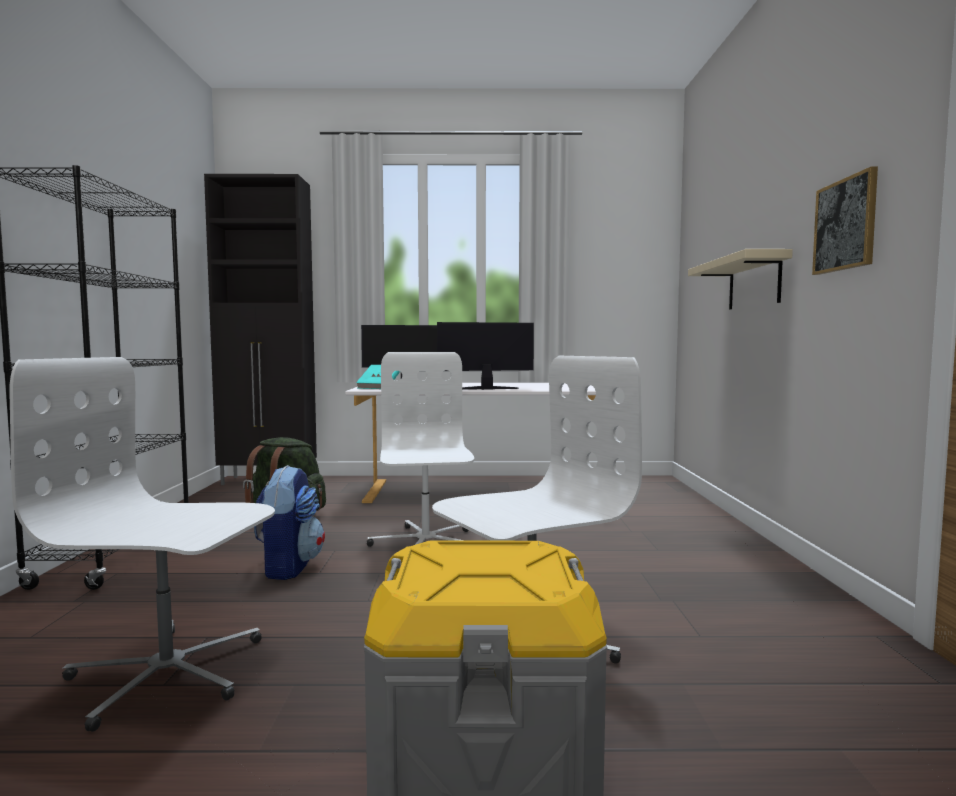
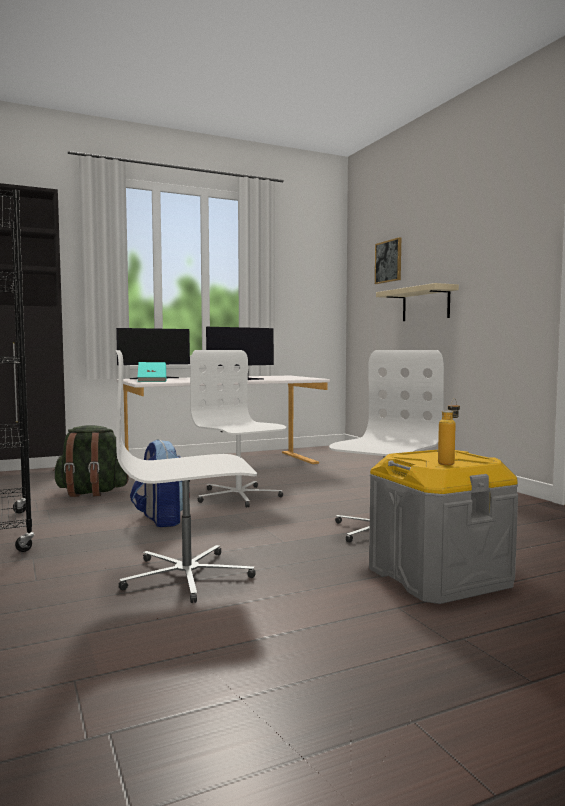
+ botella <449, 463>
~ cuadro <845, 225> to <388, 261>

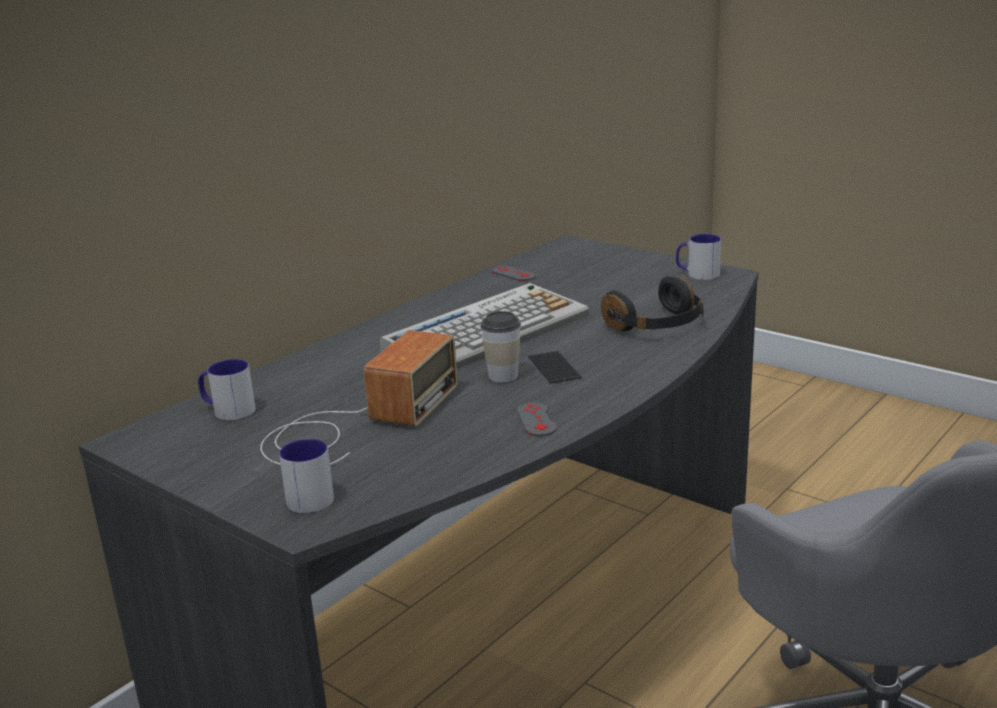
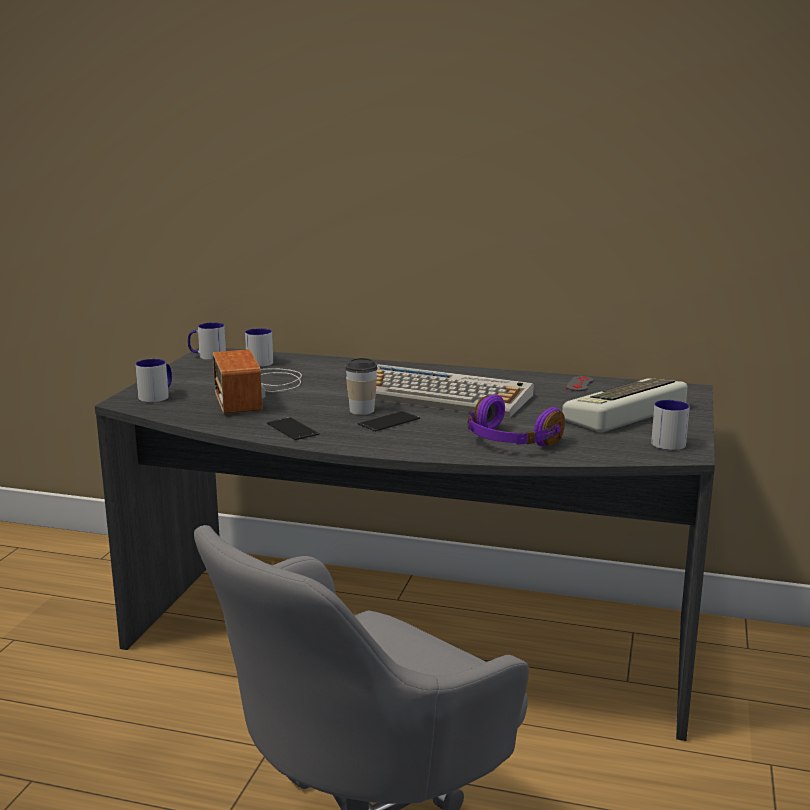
+ taza grande <207, 356>
+ teclado <626, 415>
~ mando de consola (gris) <536, 420> to móvil <292, 429>
~ auriculares (negro) <657, 326> to auriculares (morado) <510, 441>
~ radio <356, 423> = <259, 389> 75 degrees clockwise

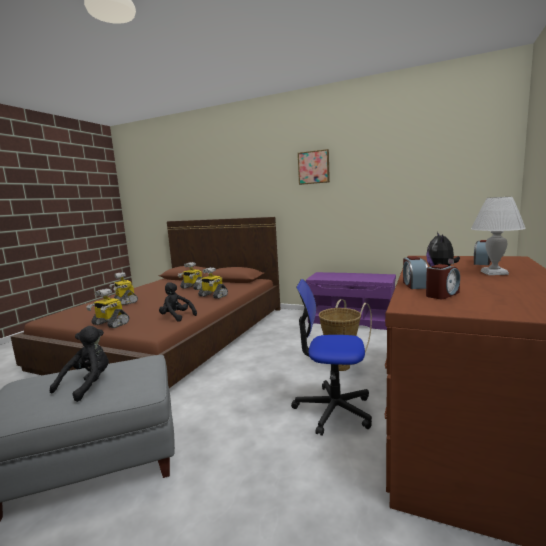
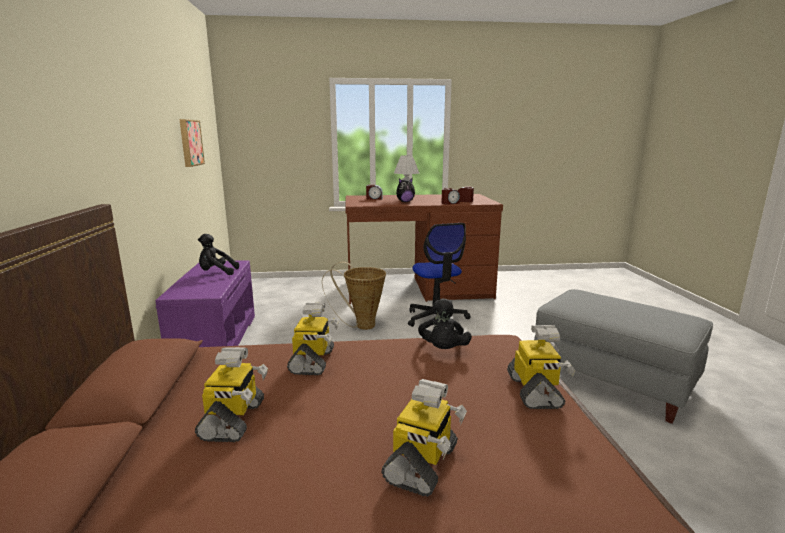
~ peluche (negro) <88, 384> to <216, 273>
~ cuadro <314, 167> to <190, 143>

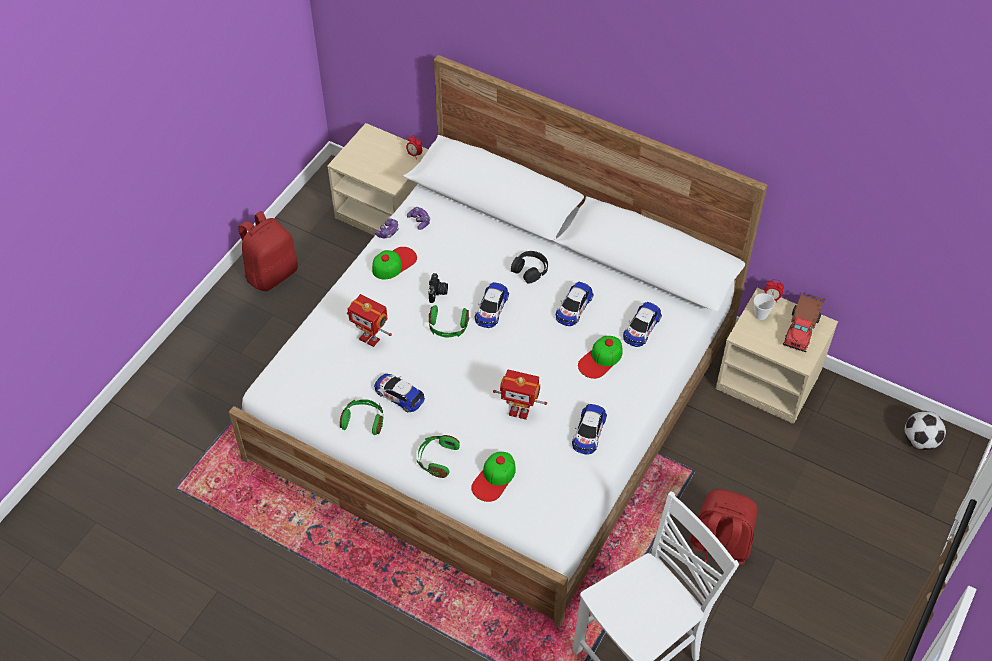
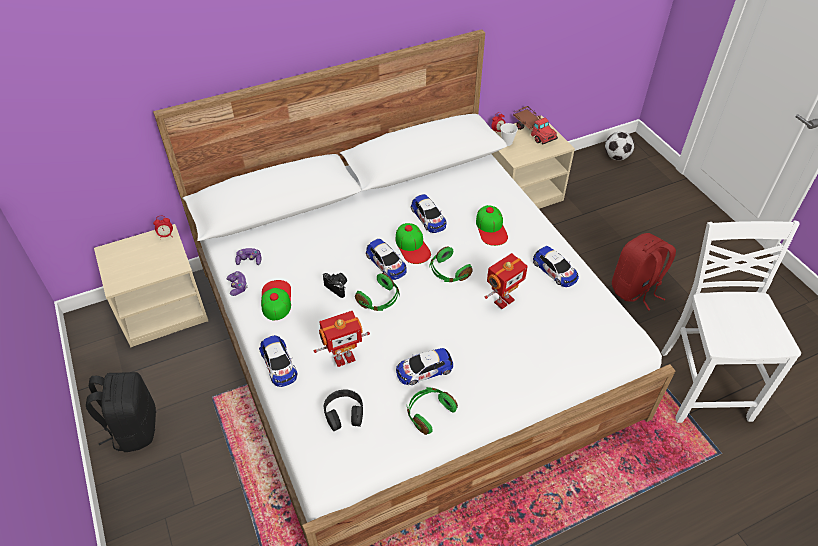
~ auriculares (verde) <437, 459> to <448, 272>
~ gorra <494, 478> to <412, 246>
~ auriculares (negro) <530, 270> to <344, 413>
~ coche de juguete <641, 328> to <279, 364>
~ mochila (rojo) <271, 273> to mochila (negro) <134, 428>

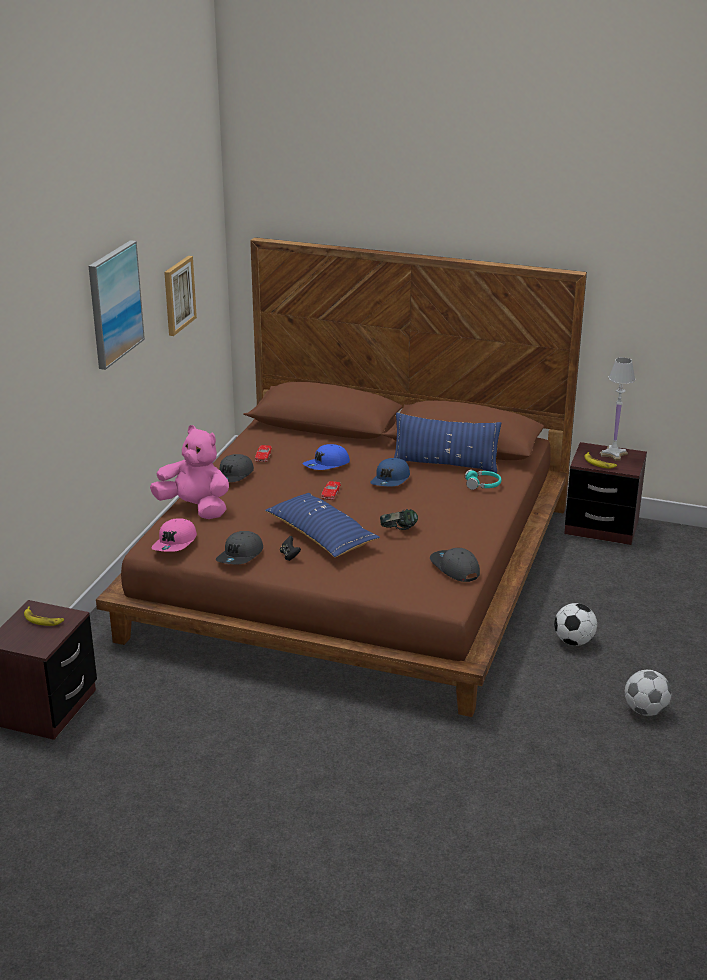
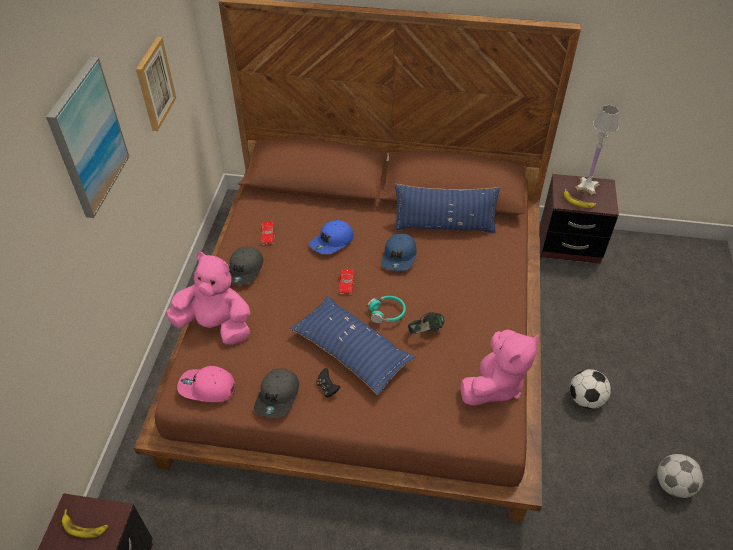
~ auriculares (turquesa) <483, 485> to <387, 313>
~ gorra (gris) <454, 569> to peluche (rosa) <494, 384>
~ gorra (rosa) <175, 543> = <207, 388> 90 degrees clockwise

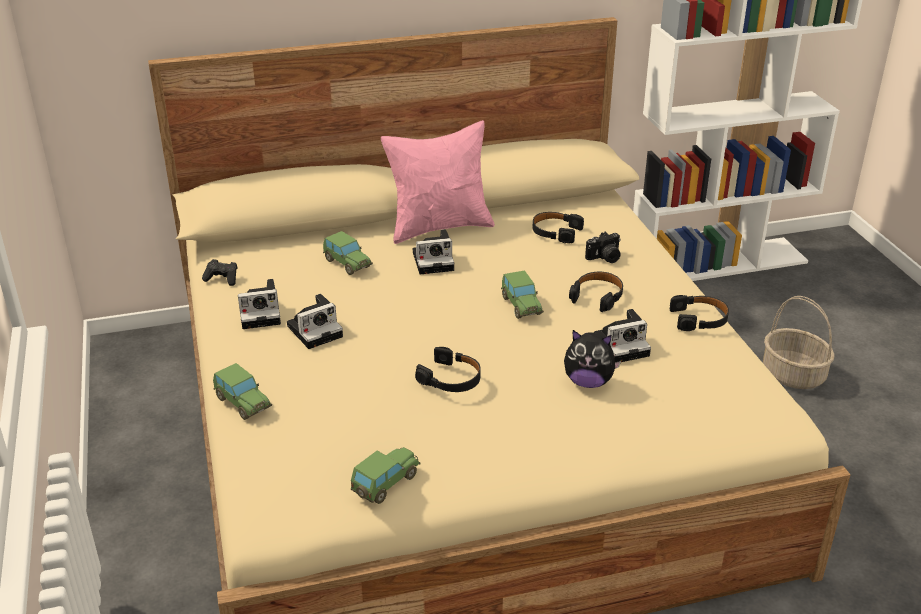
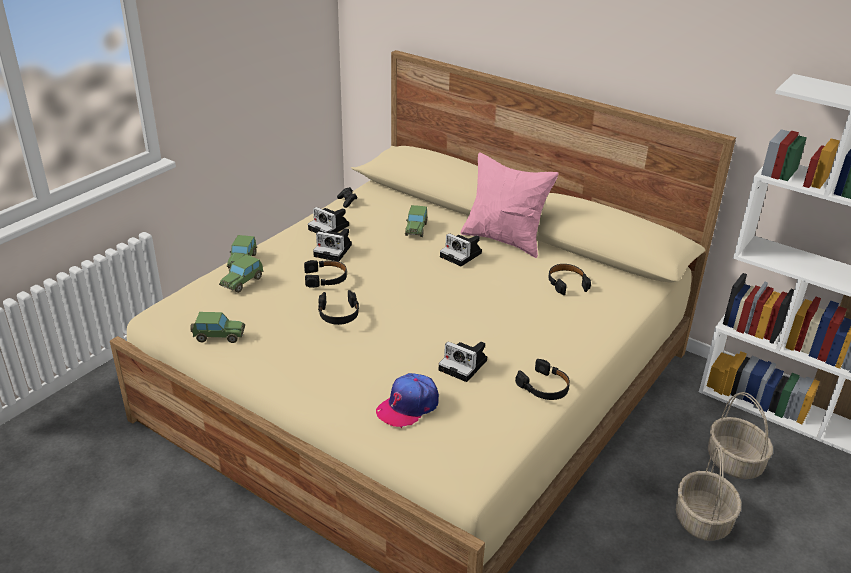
- peluche <588, 382>
- cámara <605, 258>
+ gorra <408, 406>
+ cesta <735, 462>
~ coche de juguete <521, 305> to <242, 282>
~ auriculares (negro) <597, 296> to <326, 278>

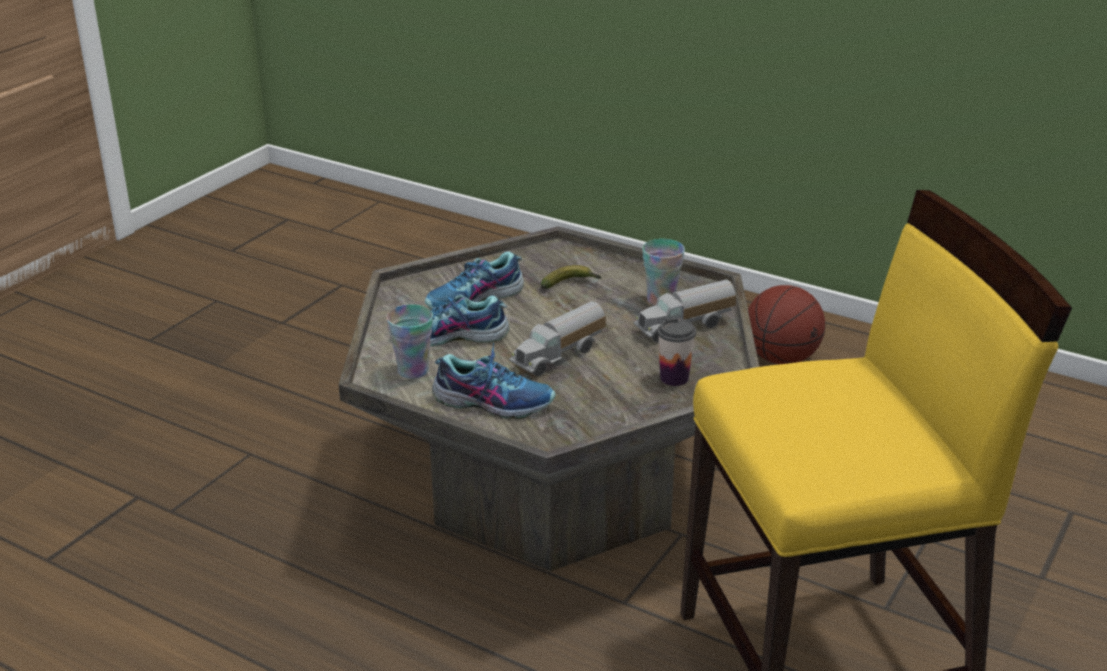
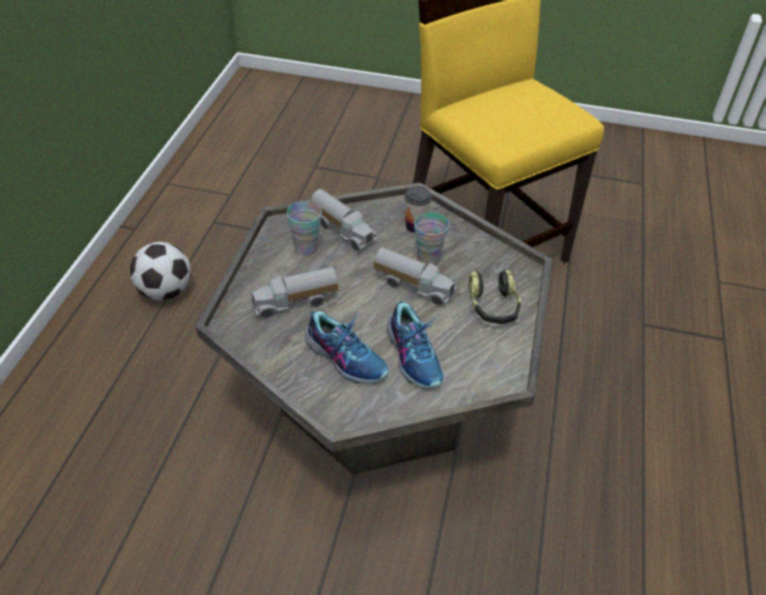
~ taza <413, 371> to <428, 259>
~ zapato <493, 402> to auriculares <493, 307>
~ plátano <571, 284> to camión de juguete <295, 303>
~ balón de baloncesto <781, 359> to balón de fútbol <165, 291>

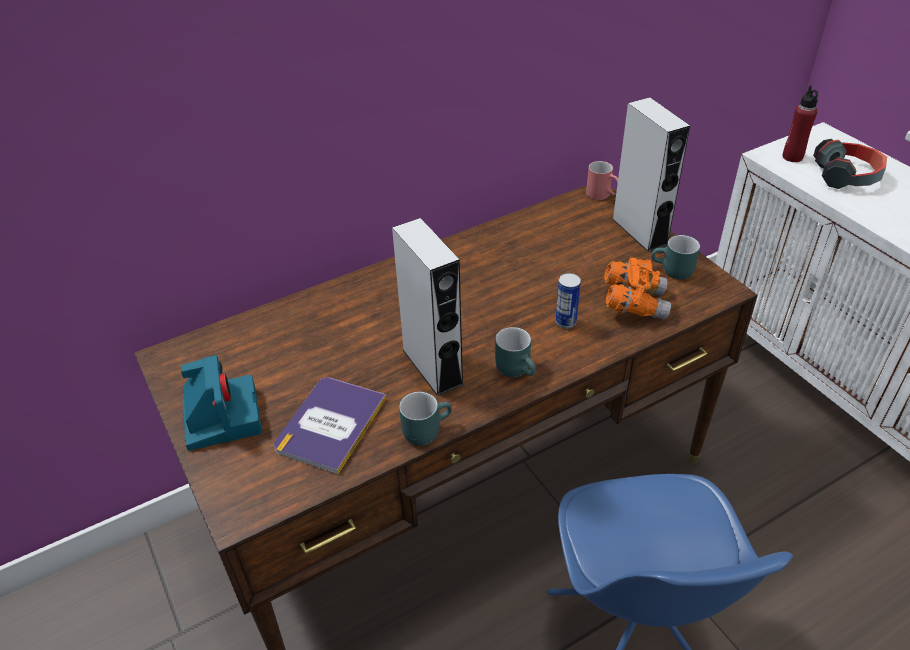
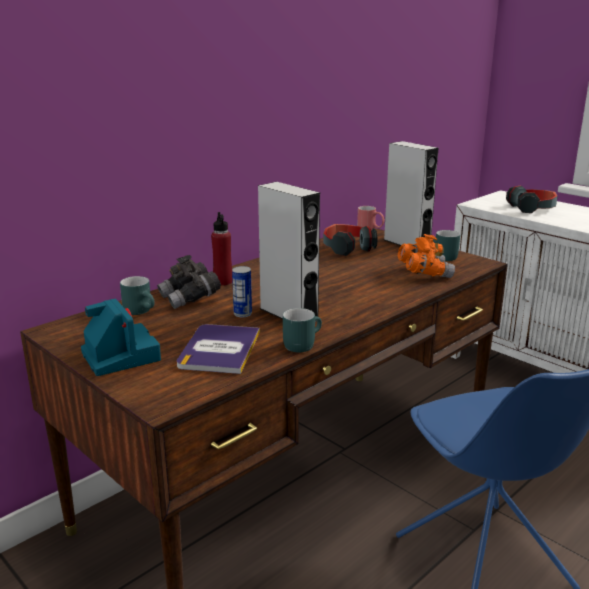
+ prismáticos (gris) <190, 299>
+ auriculares <347, 248>
~ taza grande (turquesa) <517, 369> to <142, 311>
~ lata <565, 322> to <242, 314>
~ botella (rojo) <792, 157> to <223, 282>

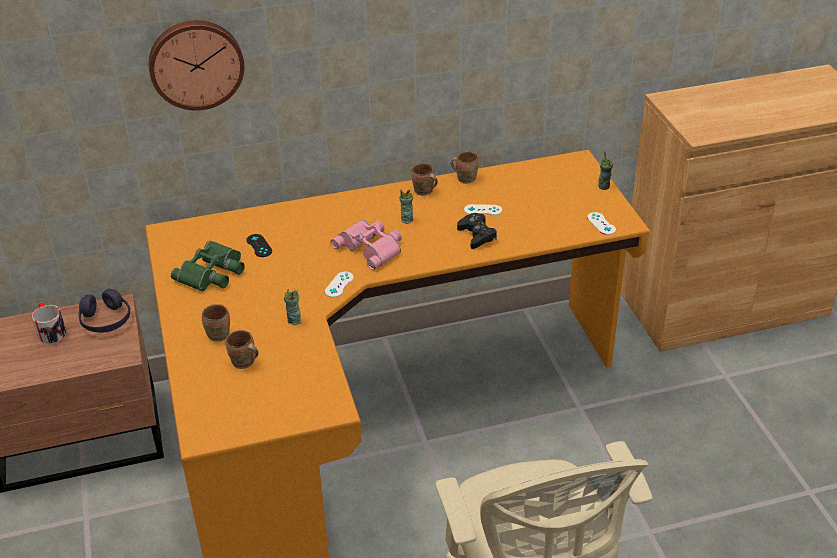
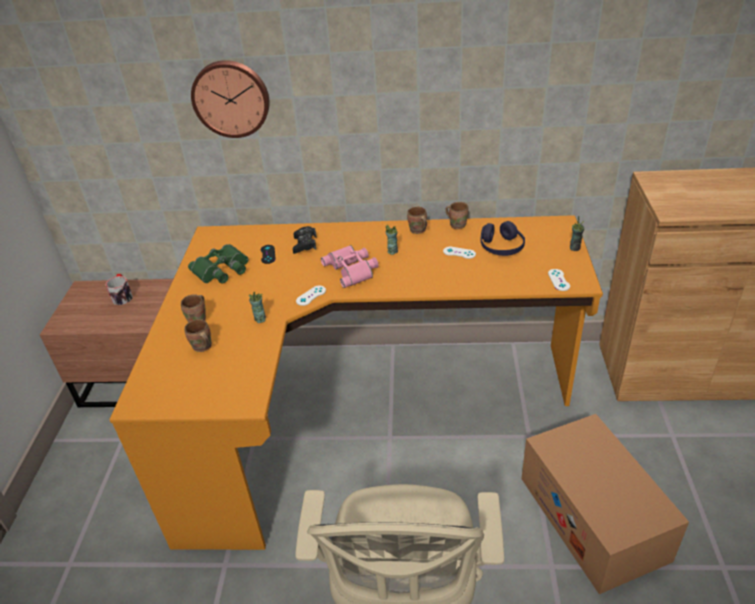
+ caja de cartón <592, 517>
~ auriculares (morado) <106, 320> to <501, 247>
~ mando de consola (negro) <477, 235> to <305, 244>

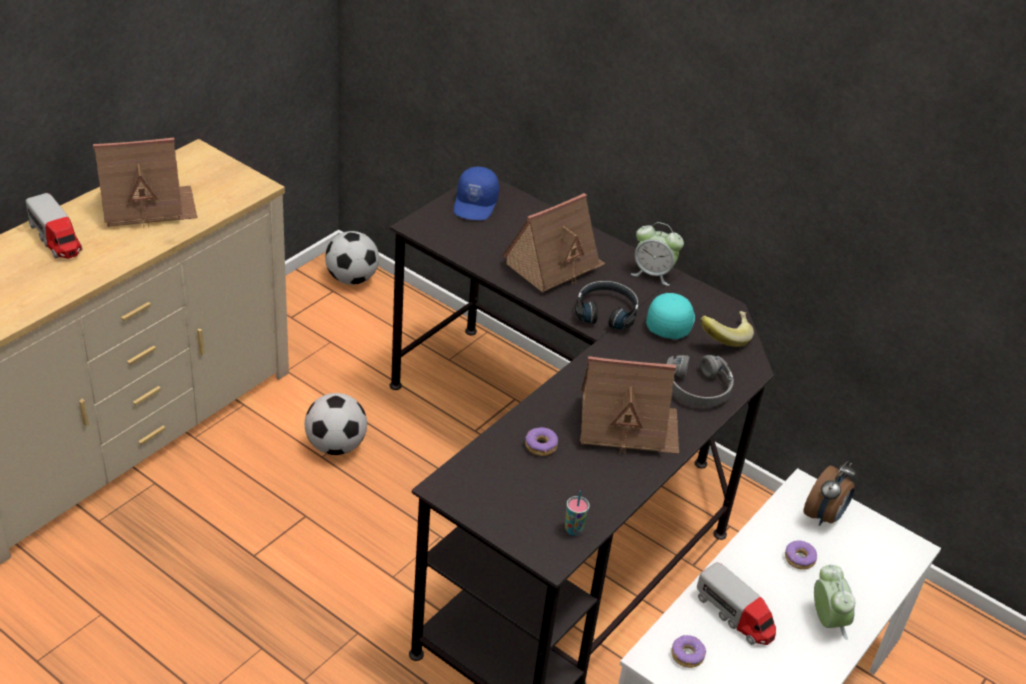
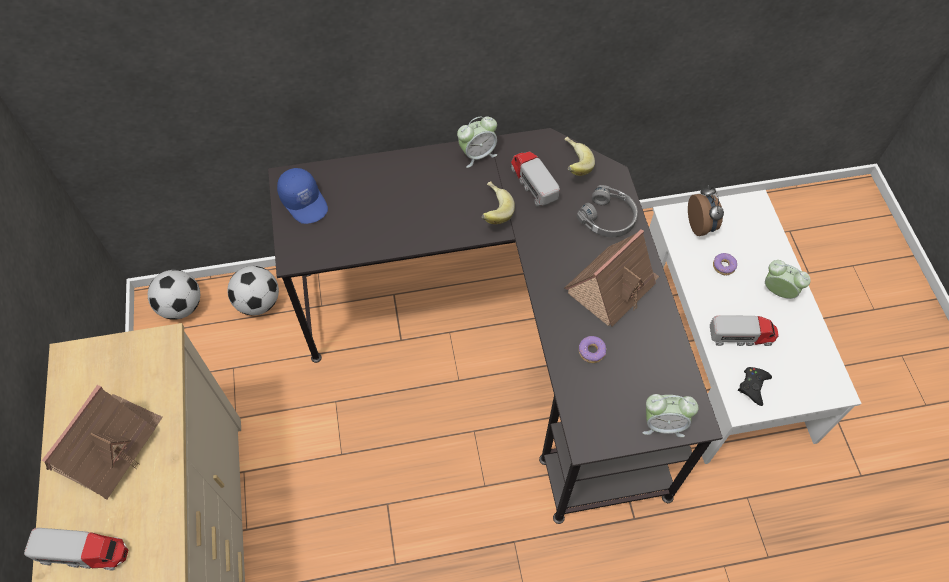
- casita <554, 265>
- taza <573, 530>
+ despertador <663, 424>
~ balón de fútbol <336, 446> to <258, 302>
~ auriculares (negro) <606, 312> to plátano <492, 211>
~ gorra (turquesa) <670, 322> to camión de juguete <533, 183>
~ rosquilla <687, 655> to mando de consola (negro) <753, 386>

